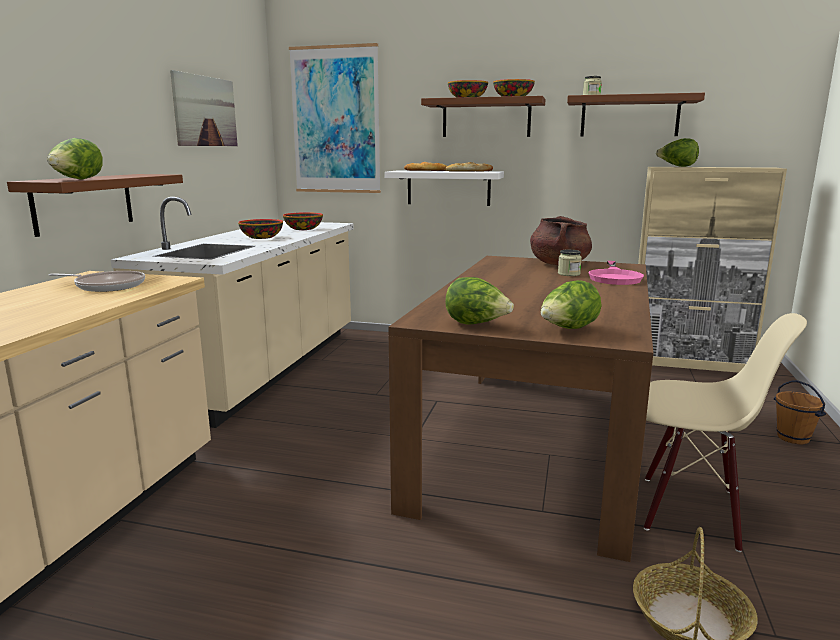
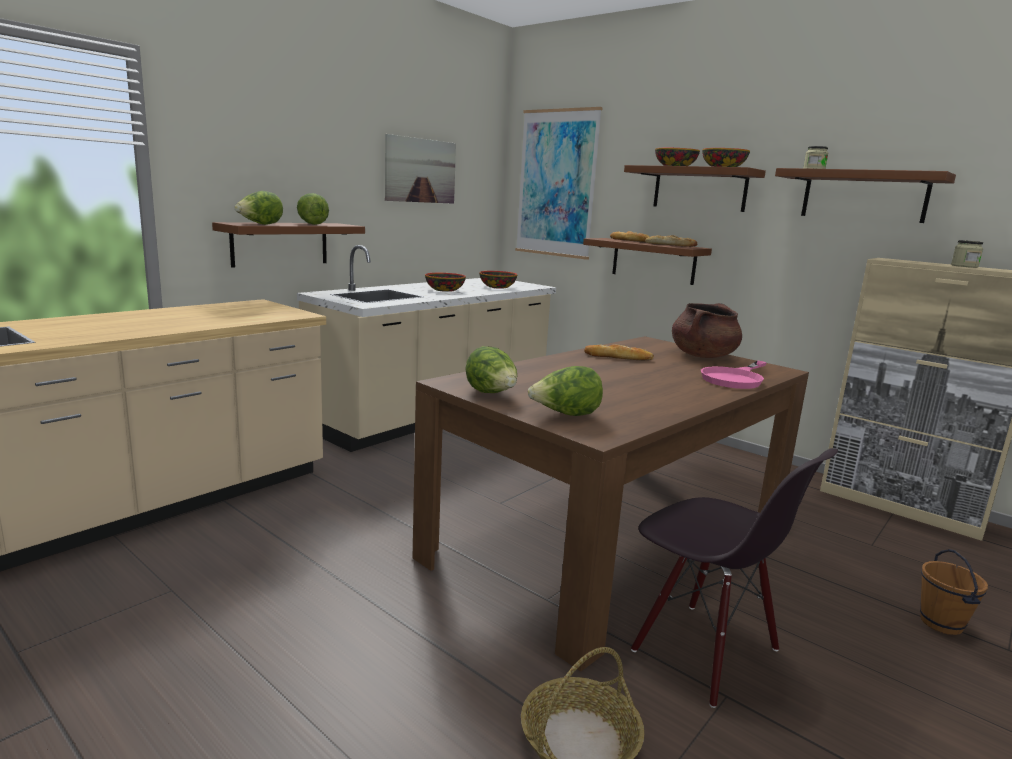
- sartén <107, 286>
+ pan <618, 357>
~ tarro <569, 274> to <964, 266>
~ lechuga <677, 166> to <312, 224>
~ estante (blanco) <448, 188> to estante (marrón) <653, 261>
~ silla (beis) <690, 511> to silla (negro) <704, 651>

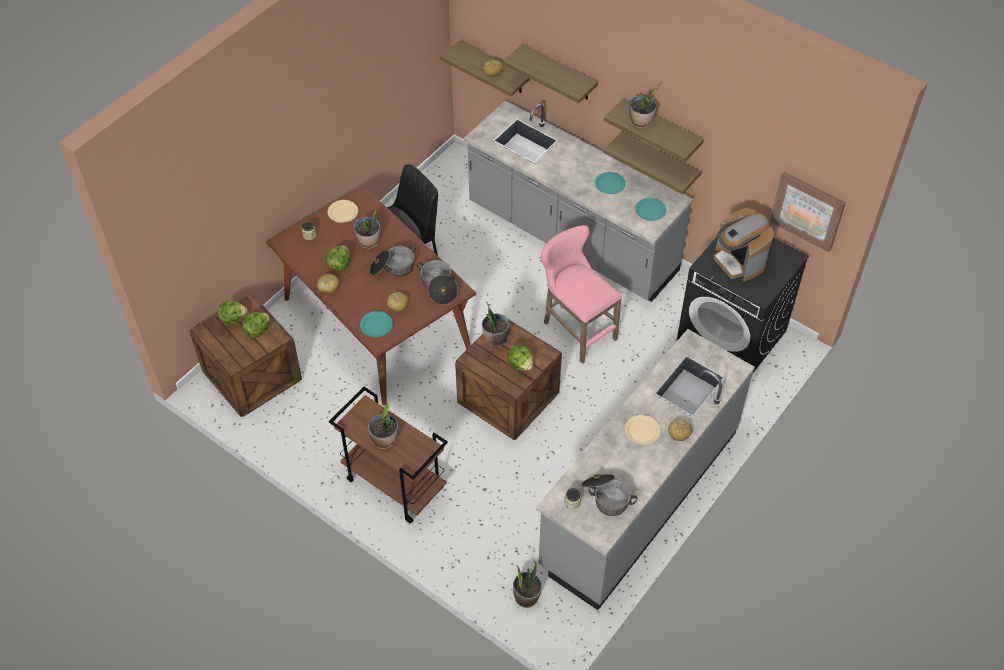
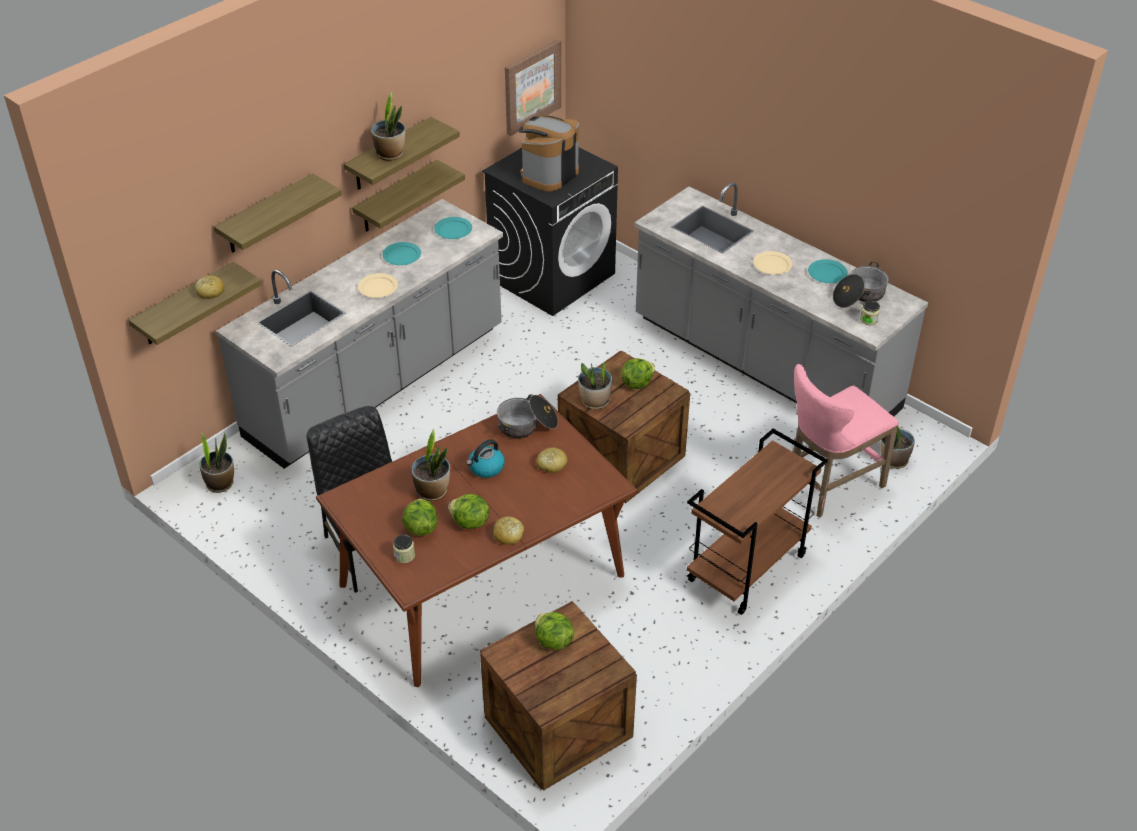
- pan <679, 432>
~ lechuga <233, 318> to <421, 528>
~ plato (beis) <343, 212> to <378, 287>
~ plato (turquesa) <376, 325> to <827, 273>
~ planta en maceta <384, 440> to <220, 483>
~ taburete (rosa) <576, 329> to <829, 487>
~ olla <392, 268> to hervidor <486, 468>
~ cafetera <738, 261> = <549, 174> 150 degrees clockwise

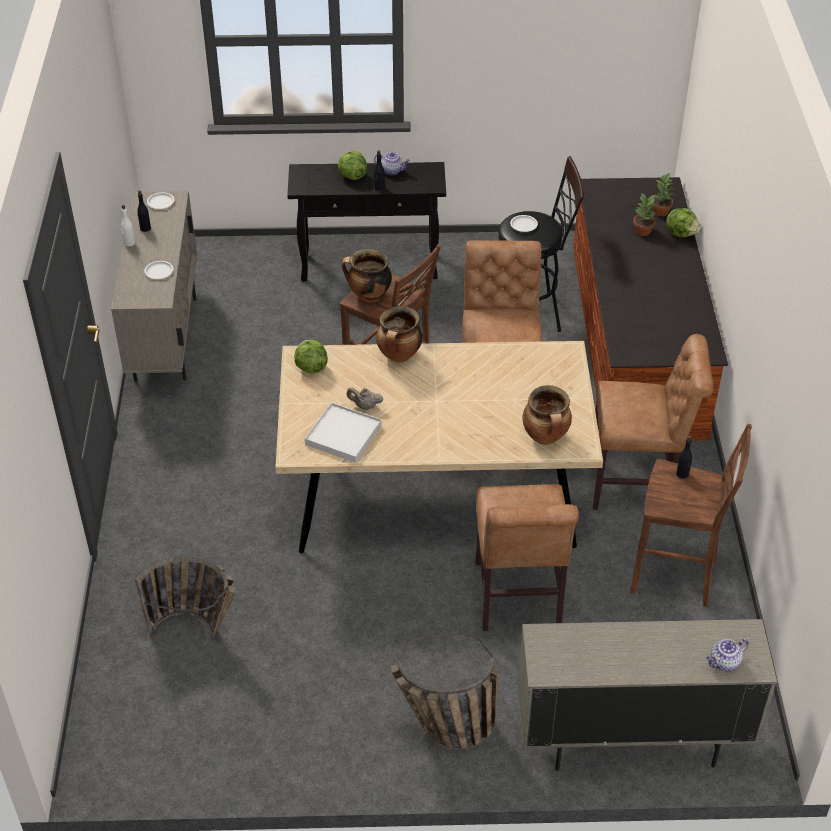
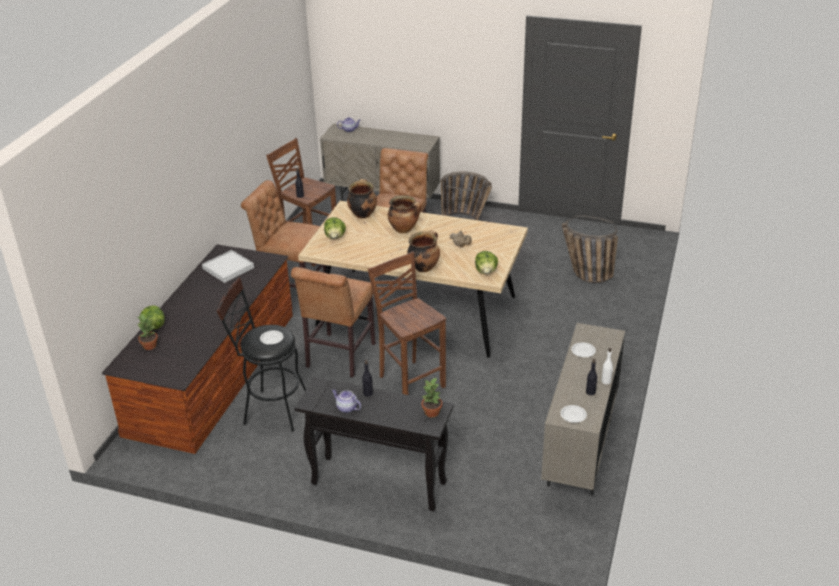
~ bandeja (blanco) <343, 435> to <228, 268>
~ lechuga <352, 176> to <335, 237>
~ olla <368, 296> to <404, 229>
~ planta en maceta <642, 231> to <432, 412>

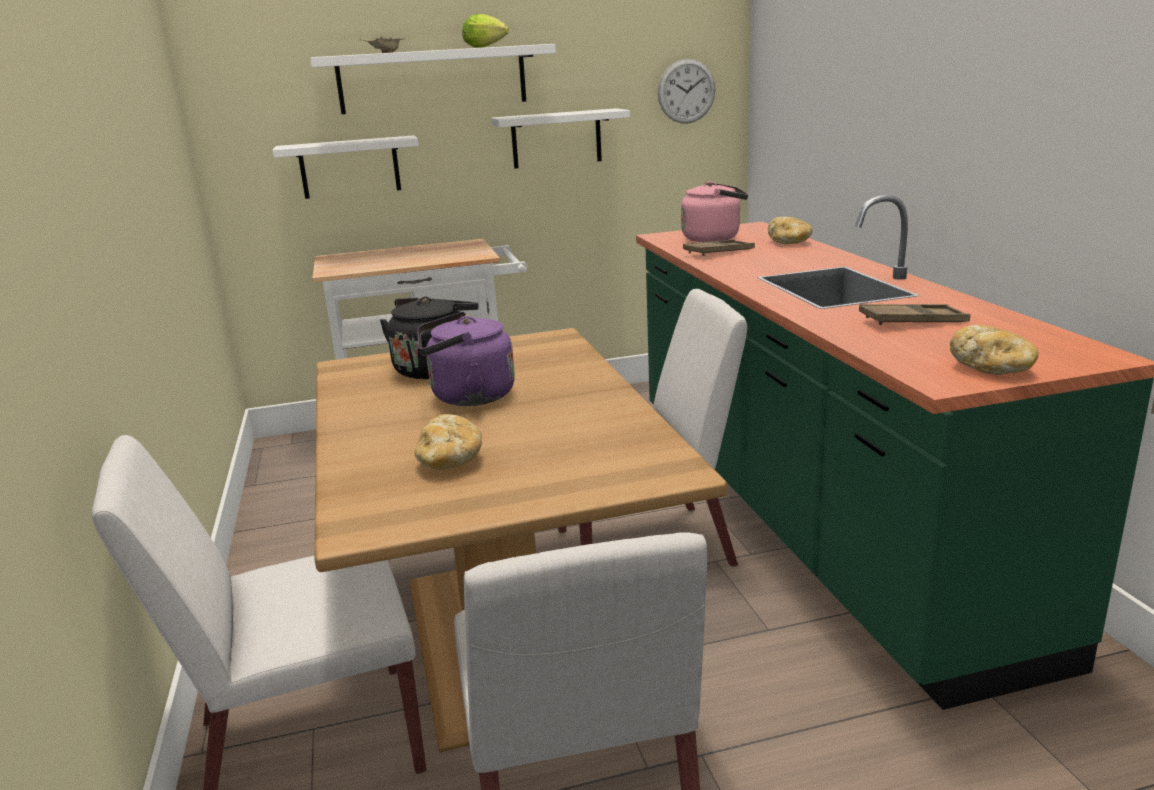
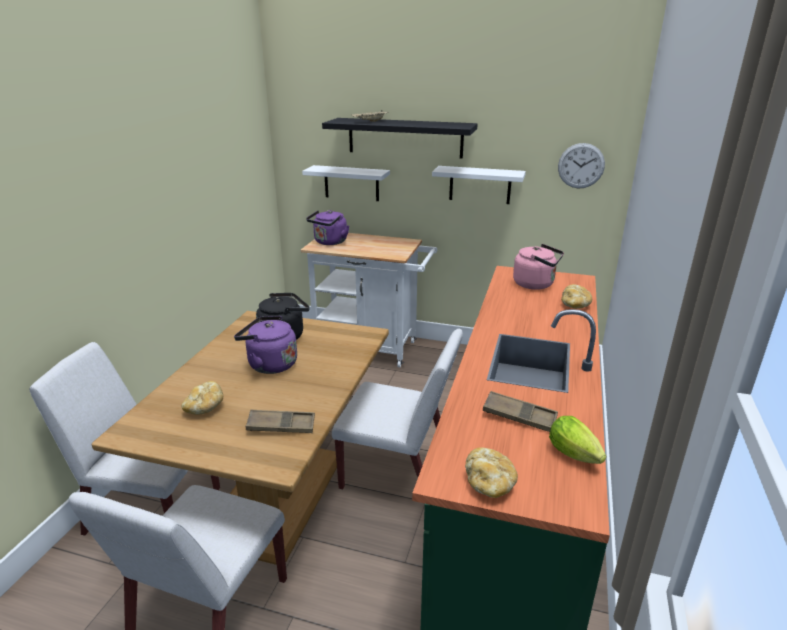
+ hervidor (morado) <329, 242>
~ lechuga <487, 47> to <576, 456>
~ bandeja (marrón) <718, 252> to <281, 426>
~ estante (blanco) <432, 79> to estante (negro) <405, 137>

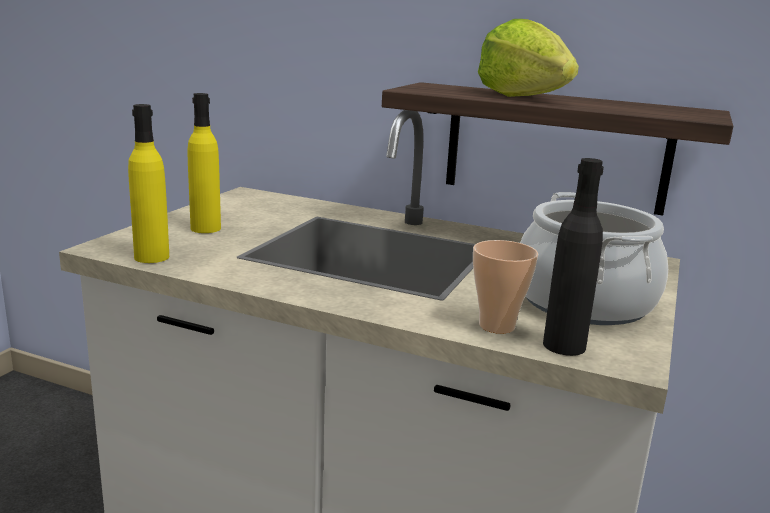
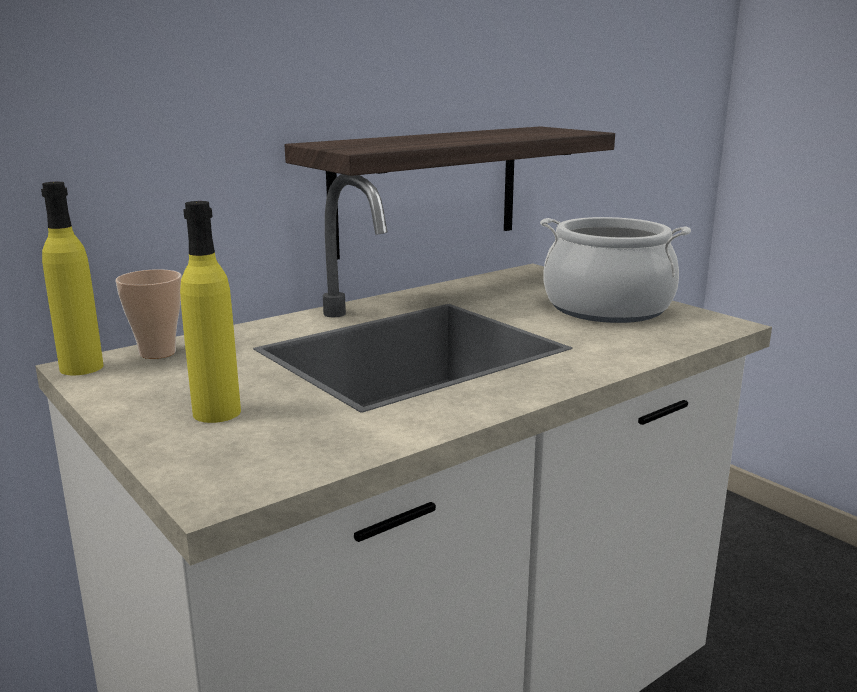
- lechuga <523, 97>
- botella (negro) <564, 345>
~ botella (amarillo) <152, 257> to <81, 367>
~ taza <497, 326> to <157, 353>

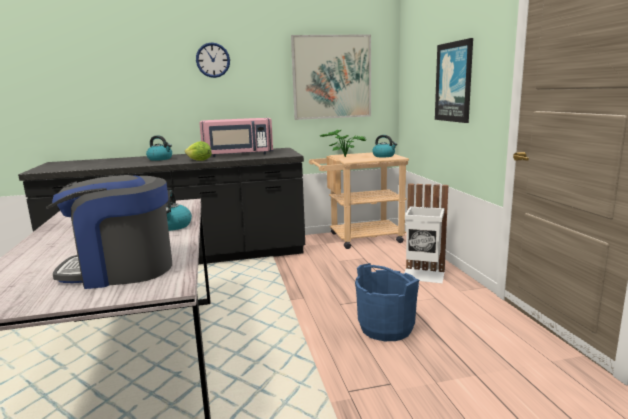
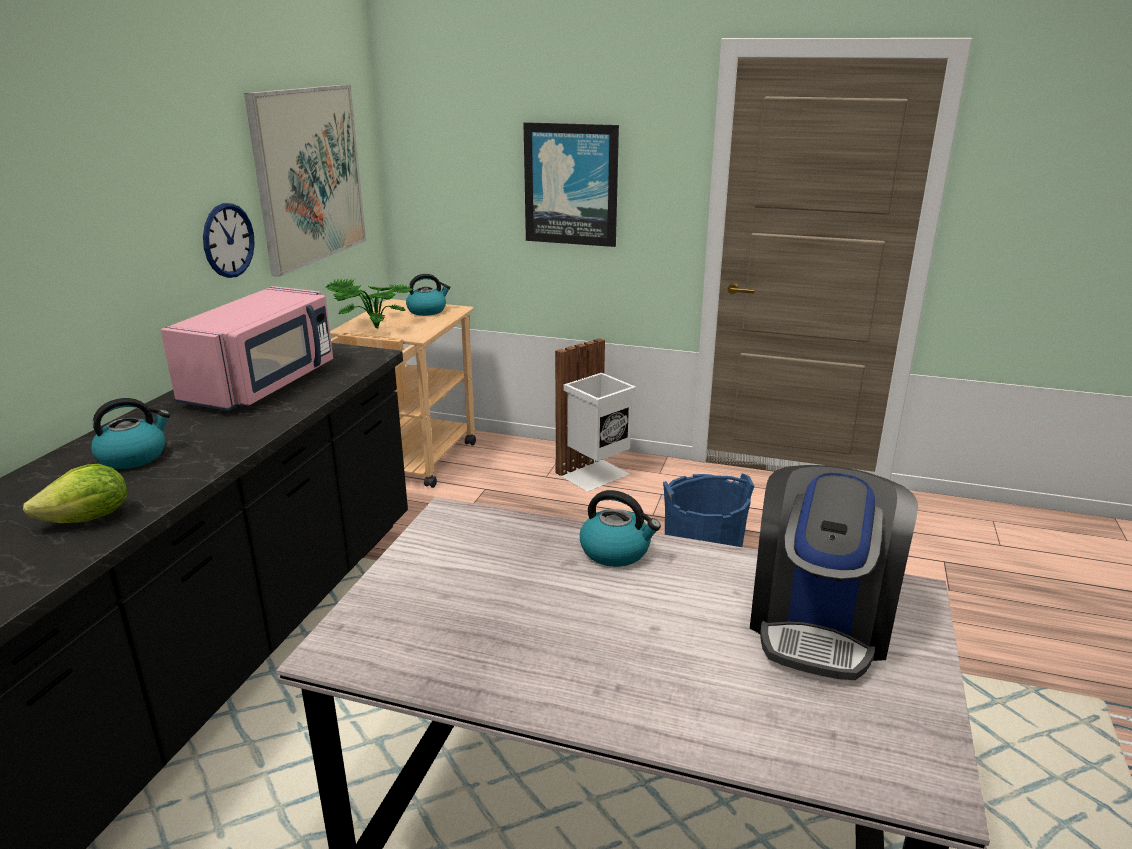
~ lechuga <199, 161> to <89, 519>
~ reloj de pared <213, 60> to <228, 240>

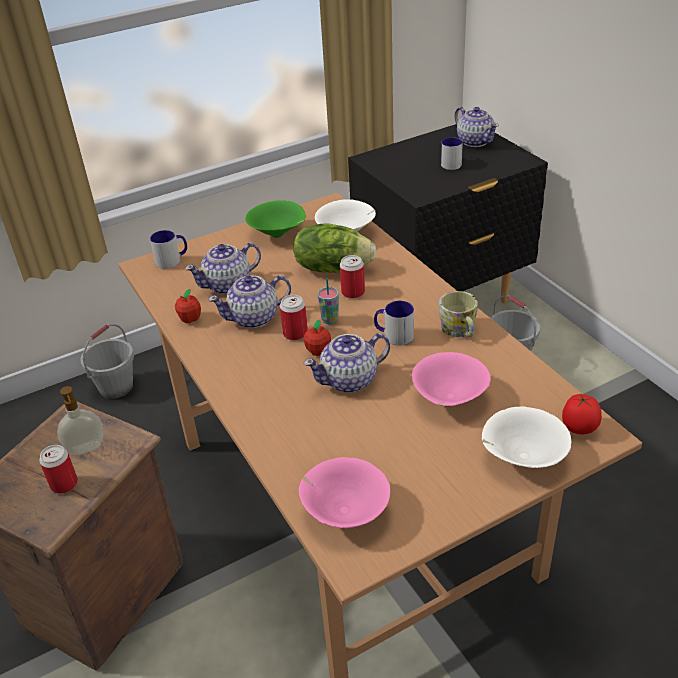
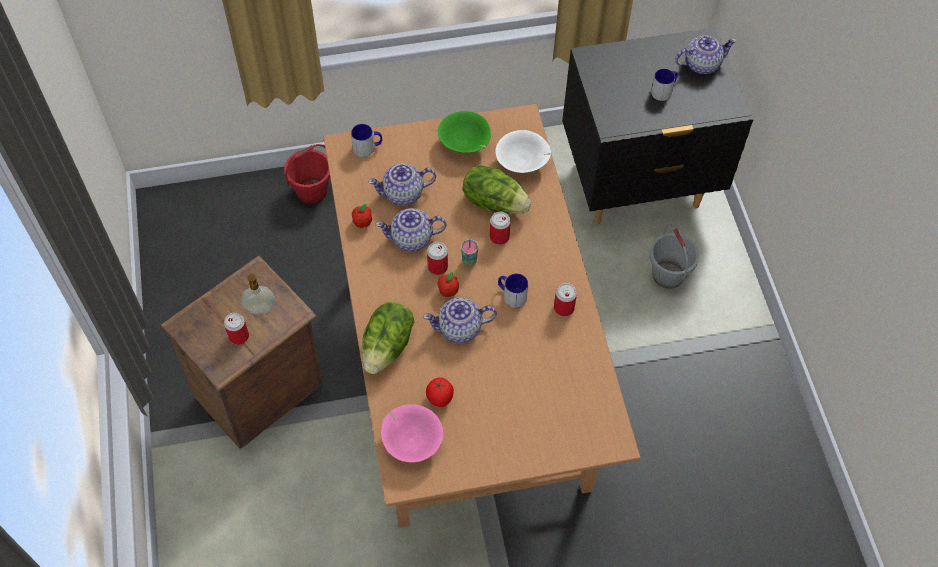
- cuenco (rosa) <449, 399>
- cuenco (blanco) <522, 458>
+ lechuga <388, 347>
~ tomate <579, 428> to <439, 398>
~ taza grande <459, 331> to lata <564, 308>
~ cubo (gris) <116, 387> to cubo (rojo) <312, 191>
~ tetera <475, 141> = <701, 64> 90 degrees counterclockwise

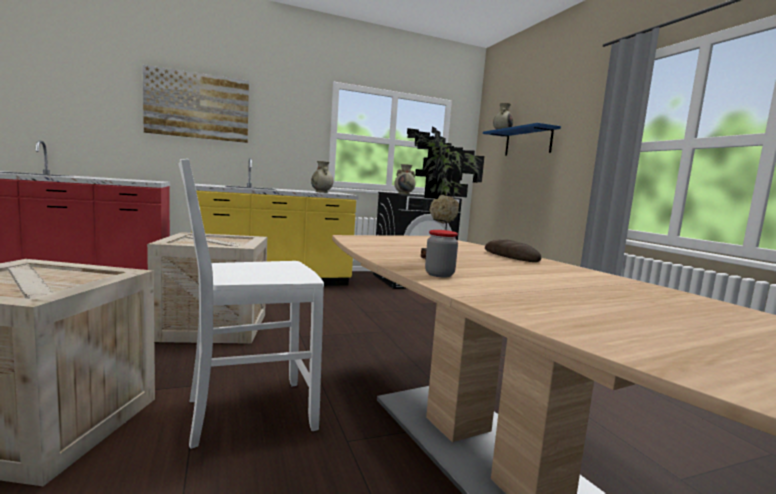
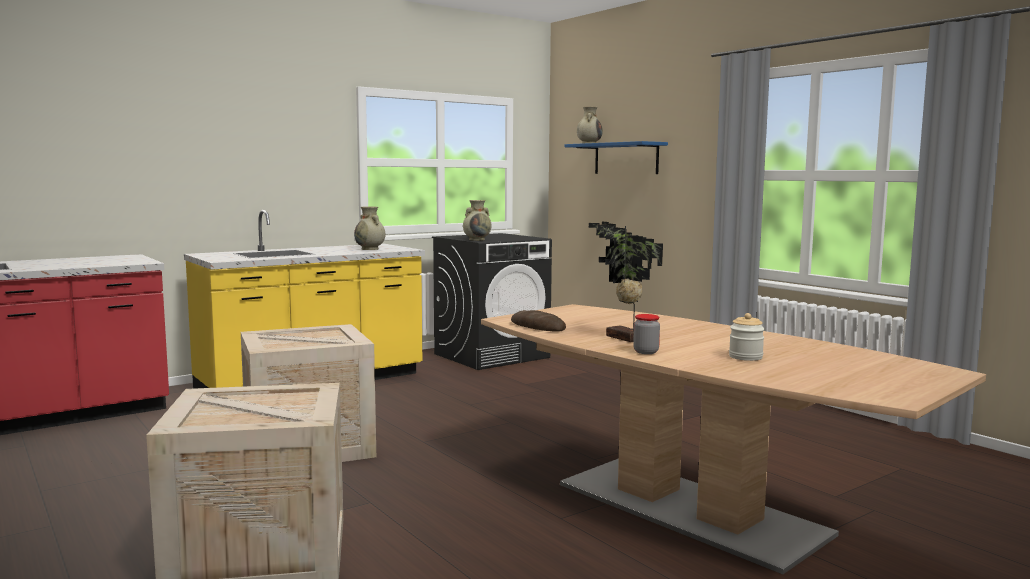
- cuadro <198, 106>
- silla (blanco) <247, 413>
+ tarro <745, 357>
~ pan <510, 256> to <537, 327>

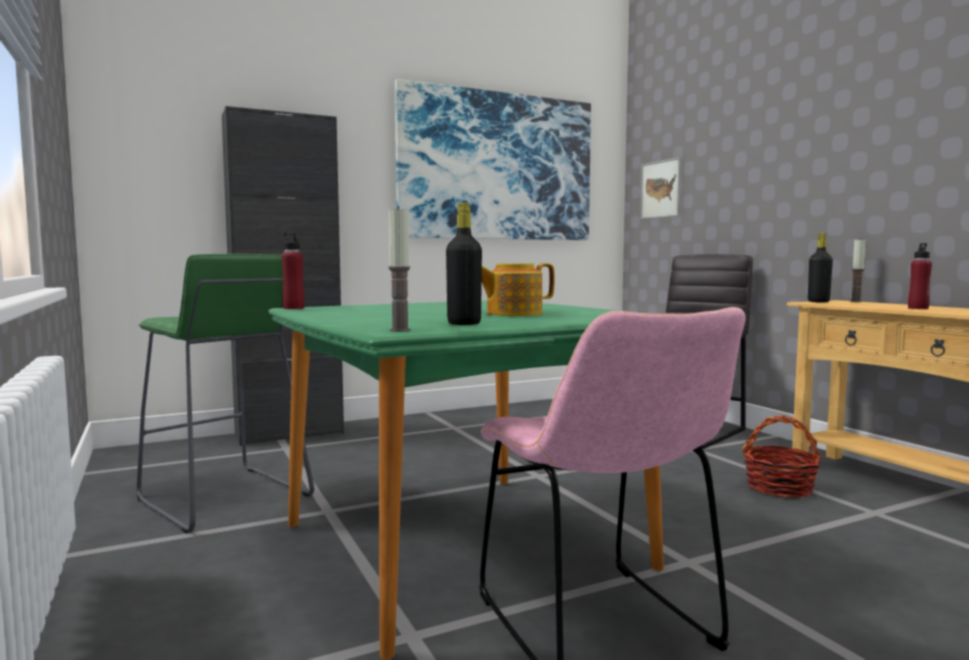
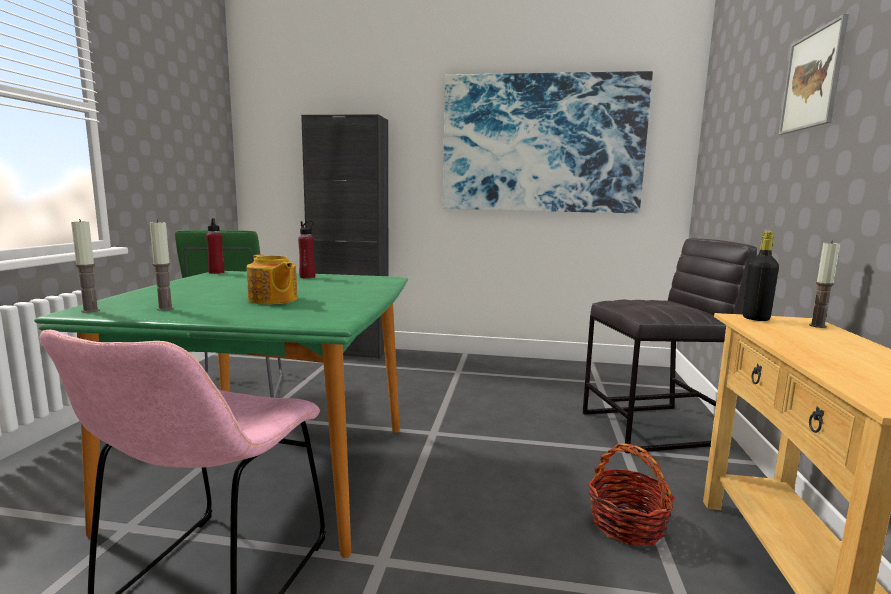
~ cuadro <661, 189> to <812, 80>
~ botella (rojo) <918, 308> to <307, 277>
~ botella (negro) <464, 323> to vela <165, 308>
~ tetera <512, 313> = <273, 300> 150 degrees counterclockwise

